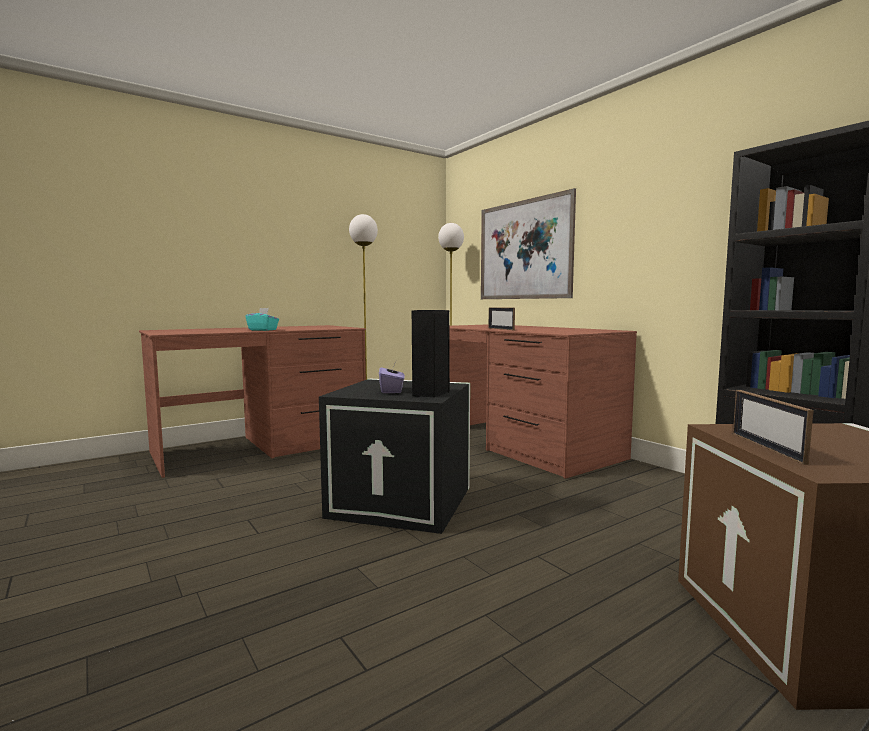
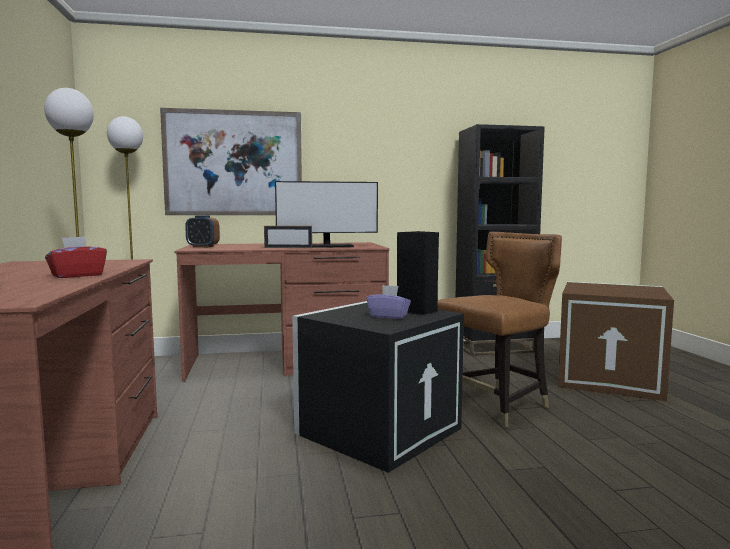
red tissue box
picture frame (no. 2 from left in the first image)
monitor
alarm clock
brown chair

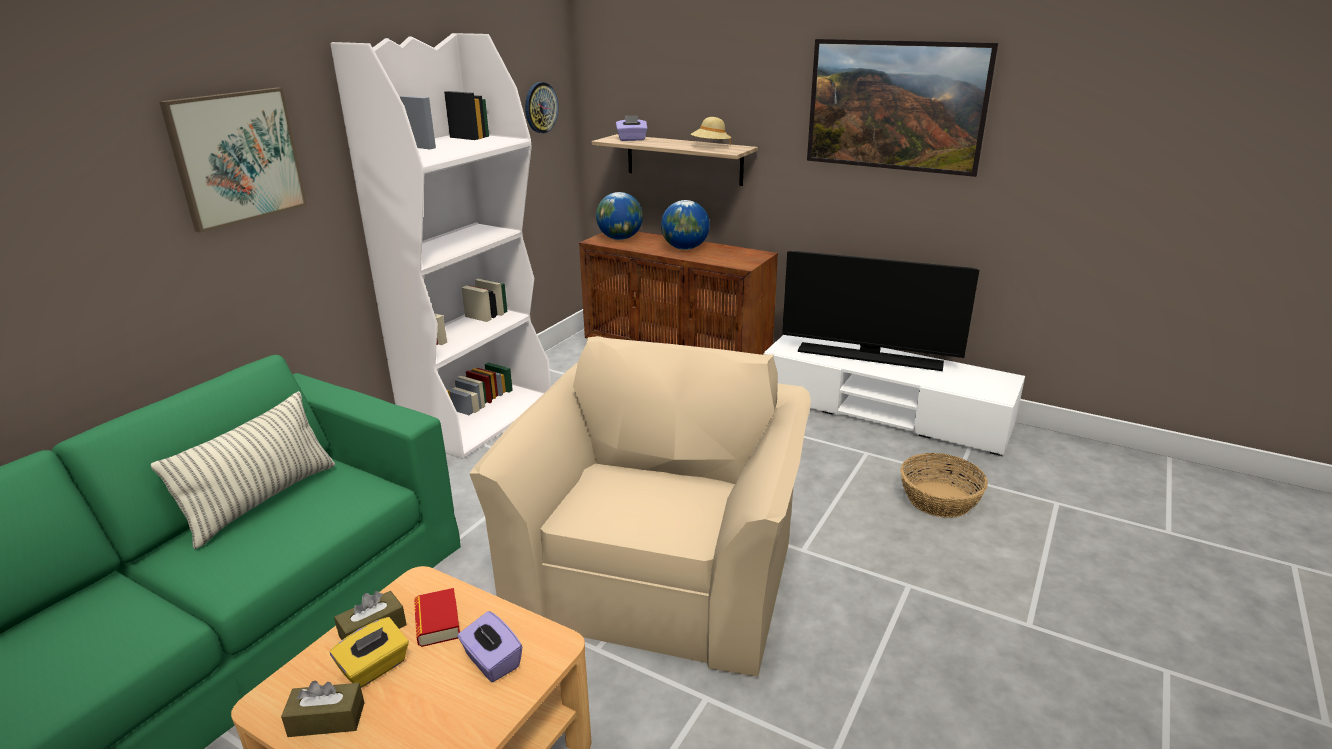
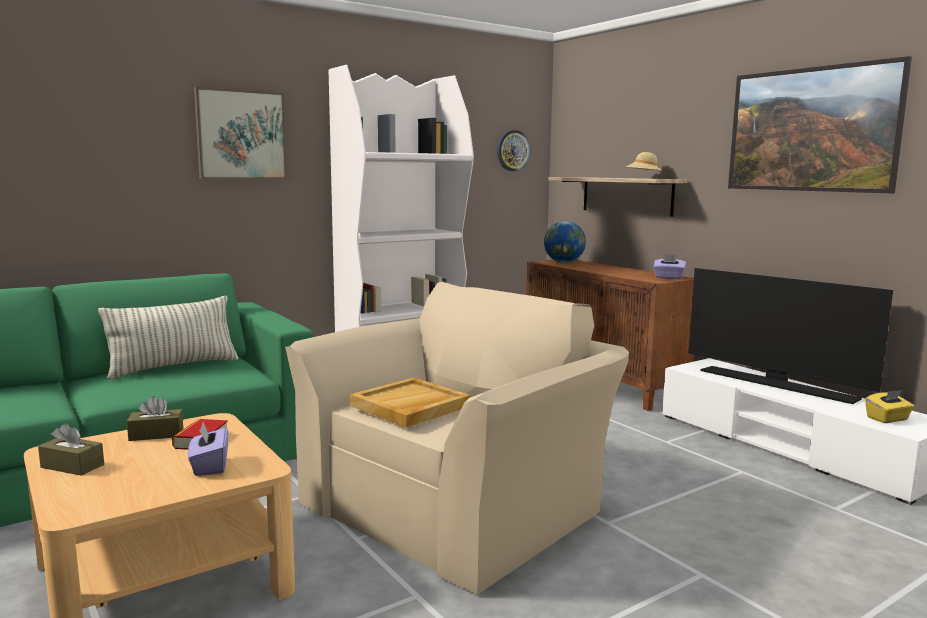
purple tissue box (no. 2 from left)
globe (no. 2 from left in the first image)
basket
yellow tissue box
beige tray

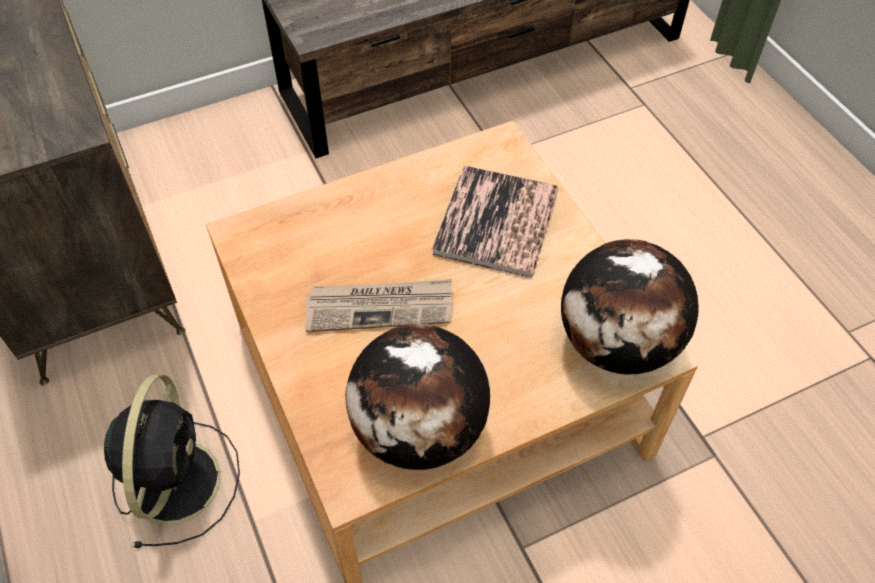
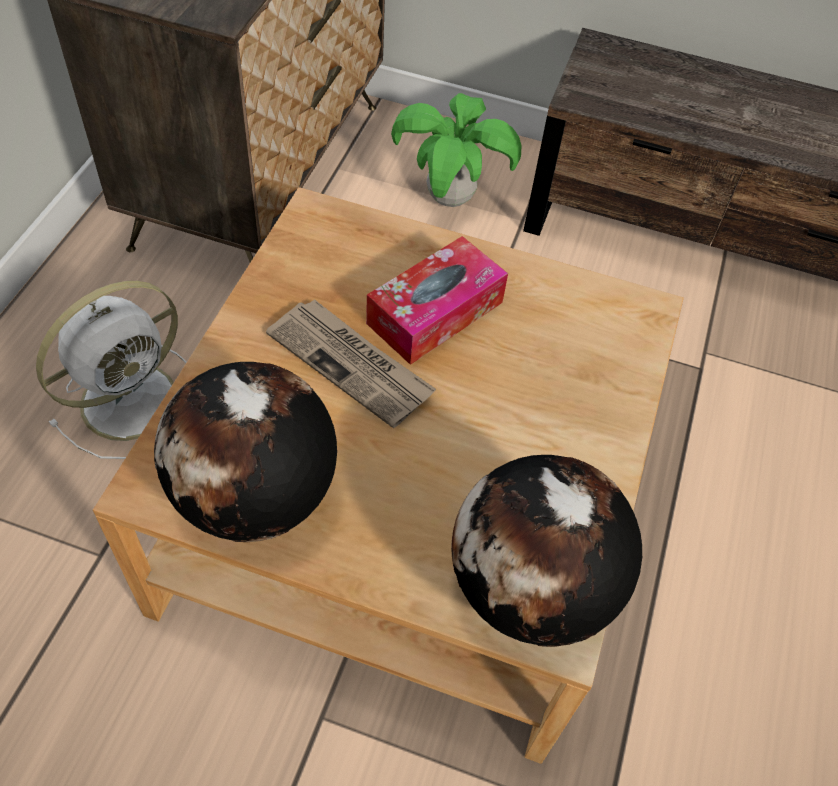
book
white fan
potted plant
tissue box

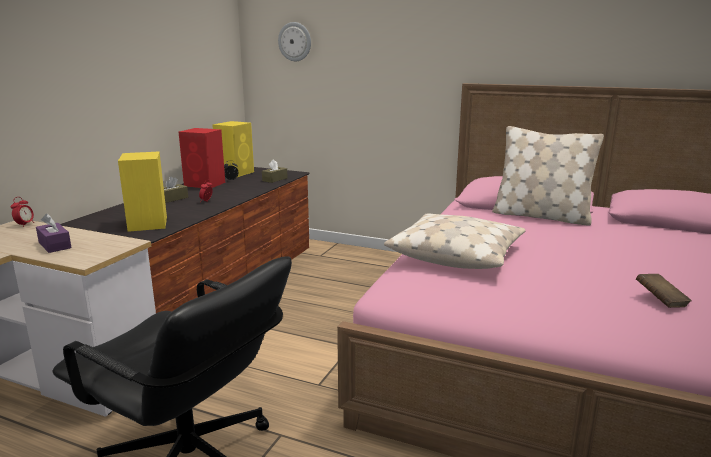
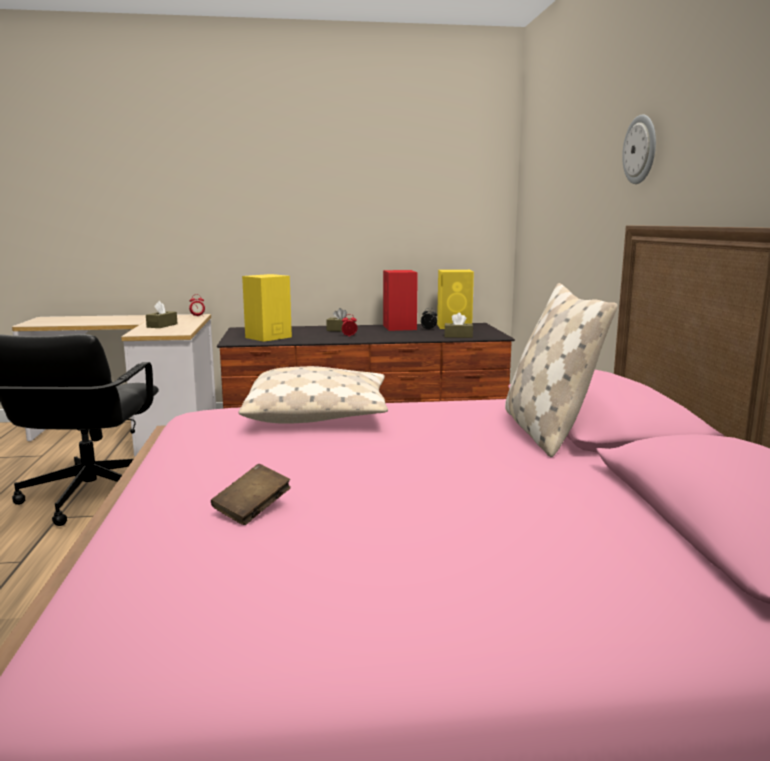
wall clock
brown tissue box (no. 1 from left)

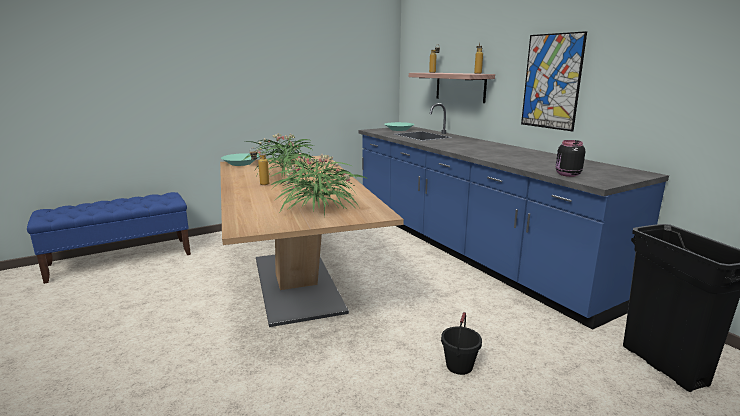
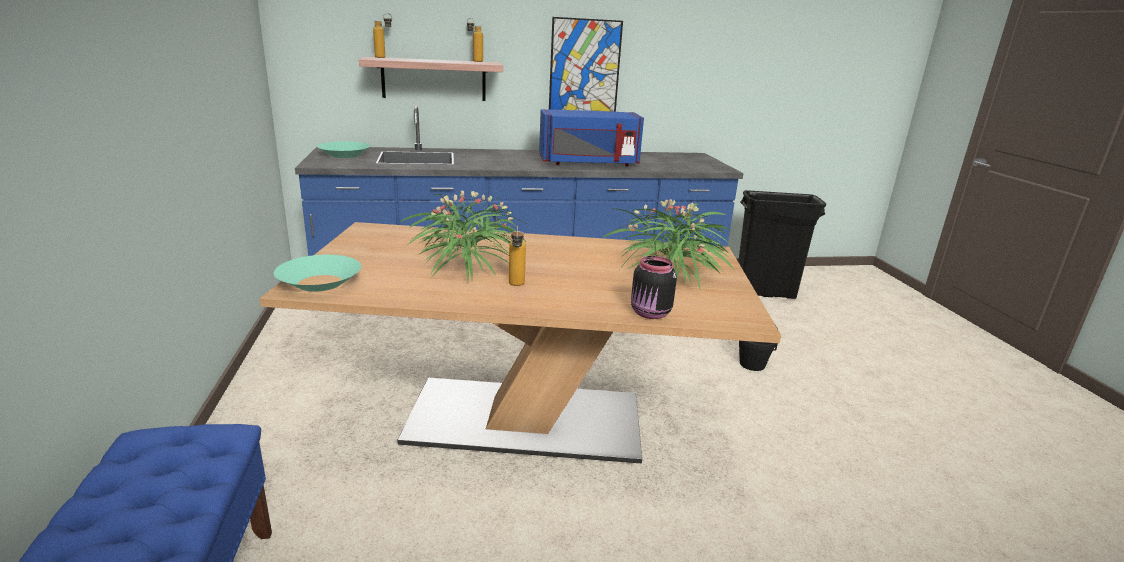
black jar
blue microwave

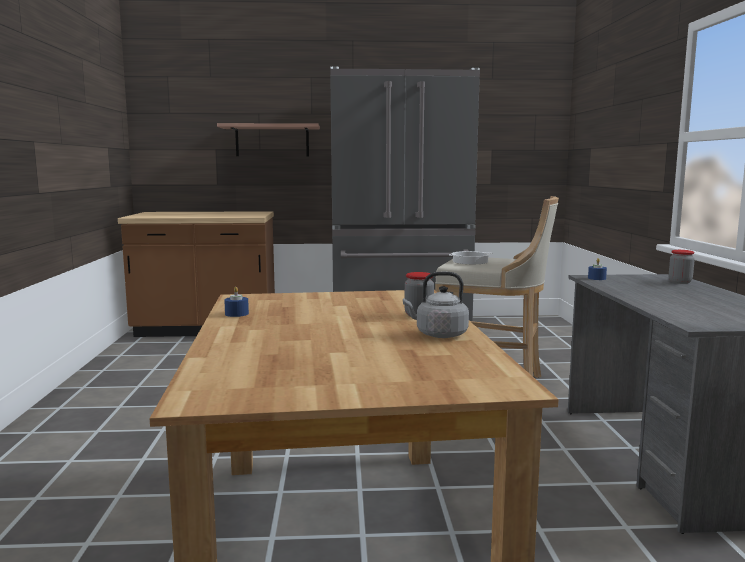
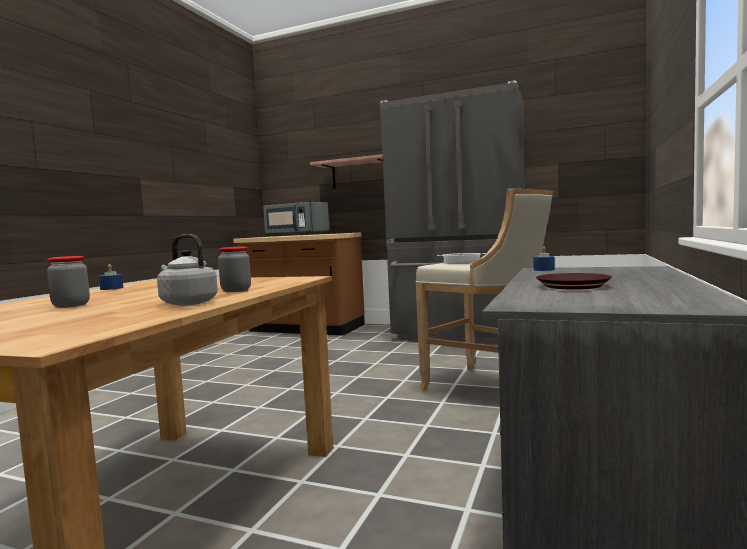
jar (no. 1 from left)
grey microwave
brown plate

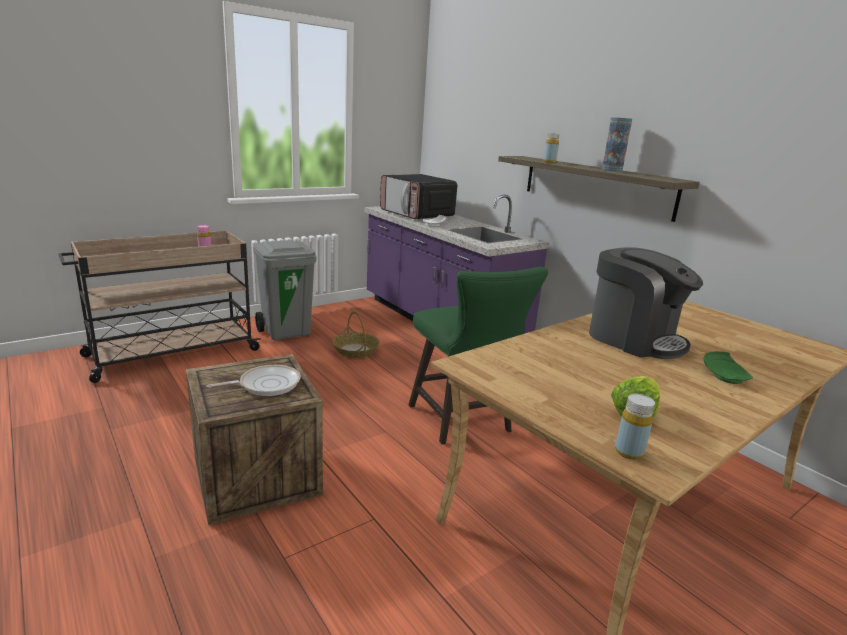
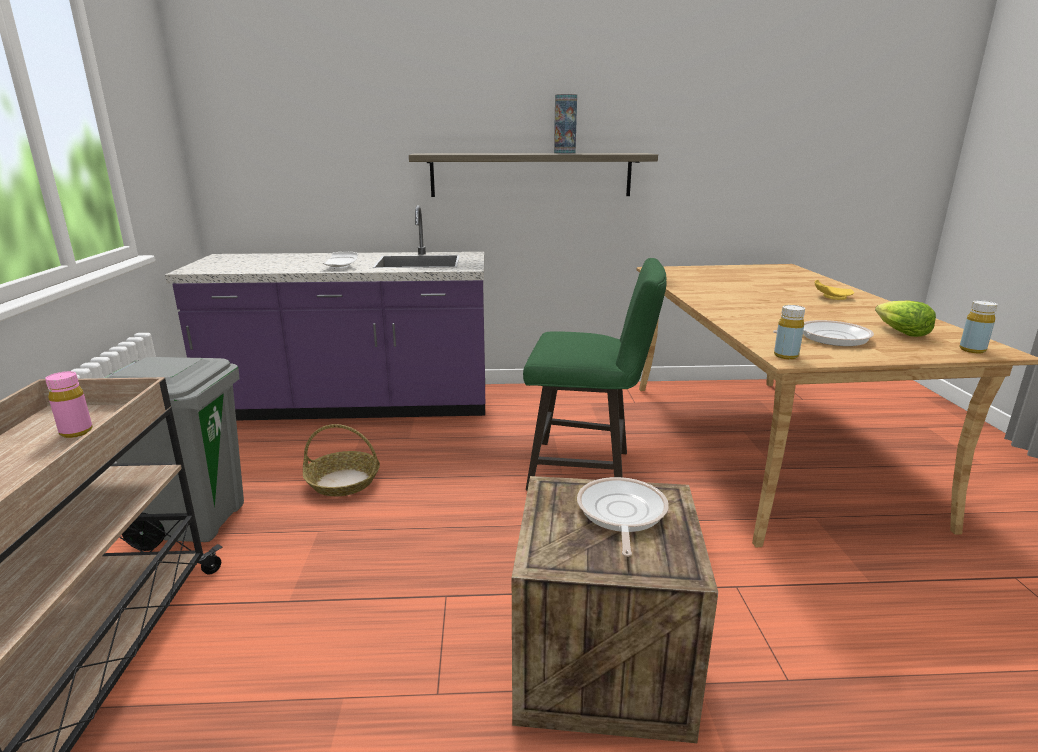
yellow bottle (no. 1 from left)
microwave
coffee machine
yellow plate
frying pan (no. 2 from left)

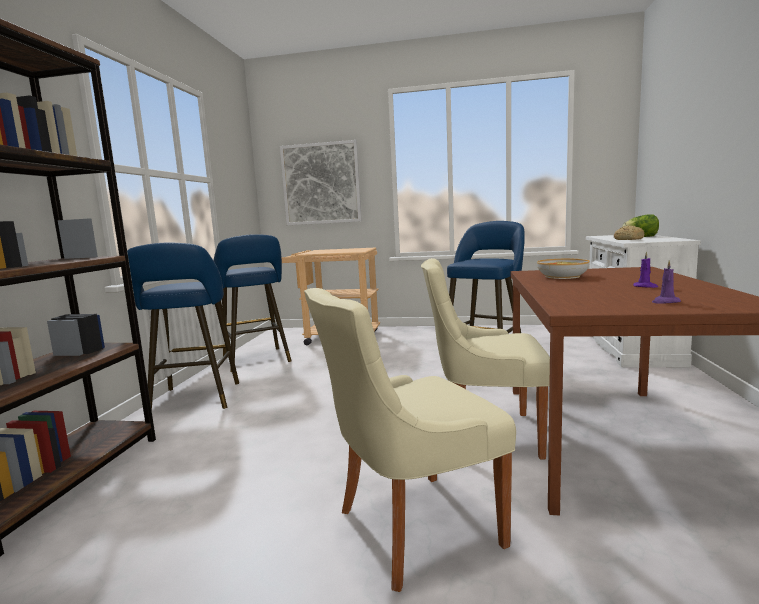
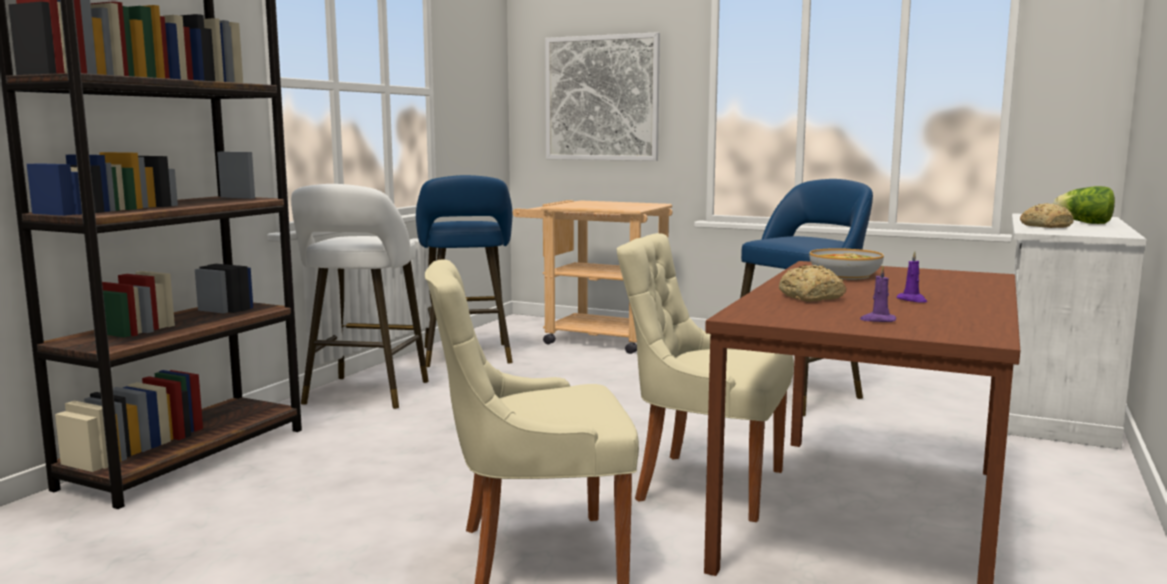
white stool
bread (no. 1 from left)

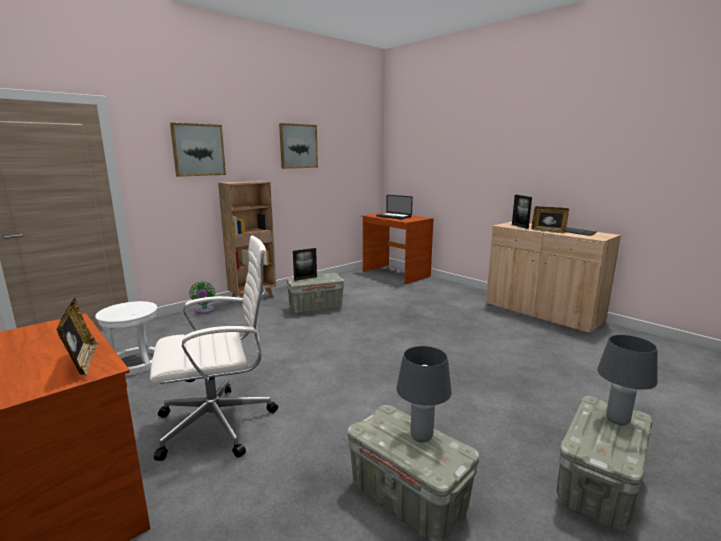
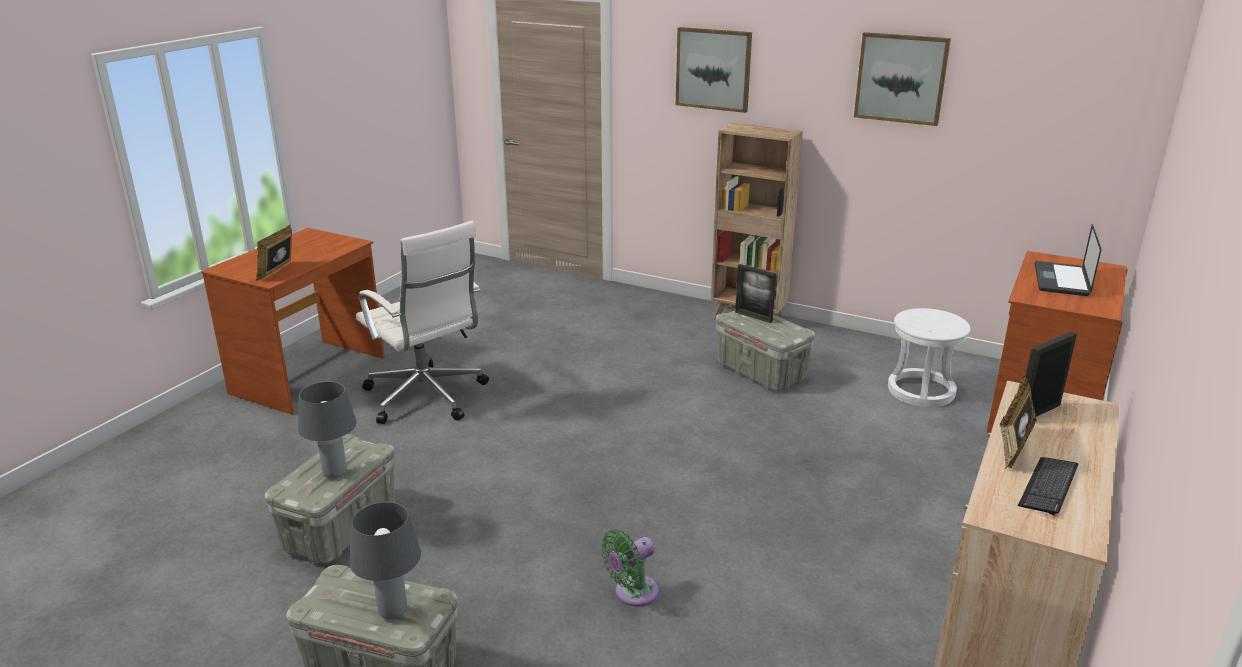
green fan
picture frame (no. 1 from left)
white stool

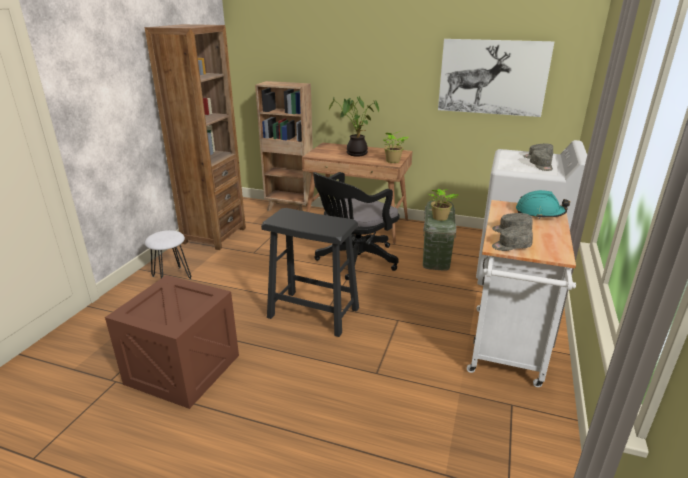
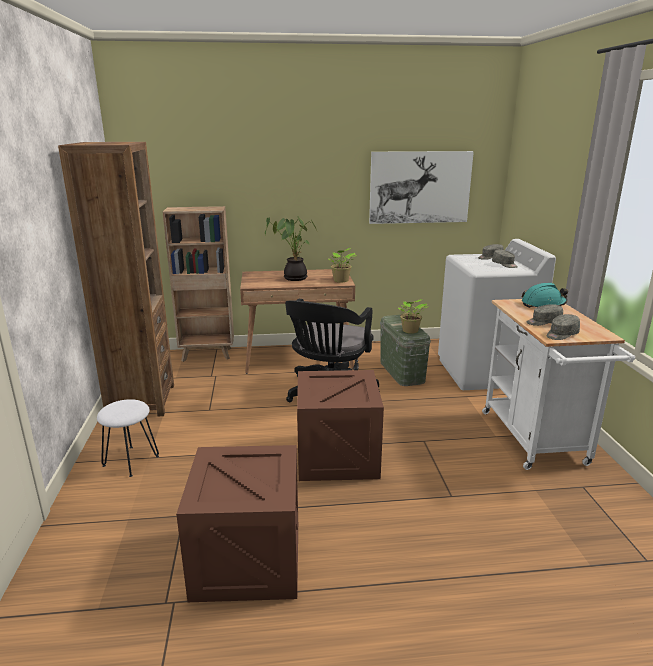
crate (no. 2 from left)

